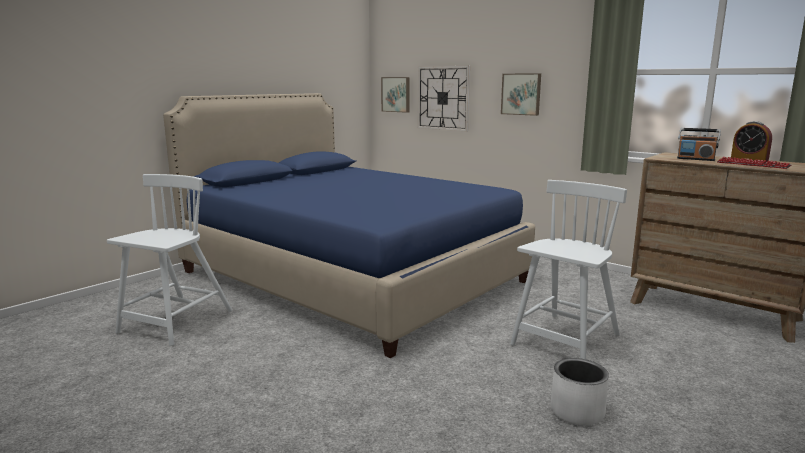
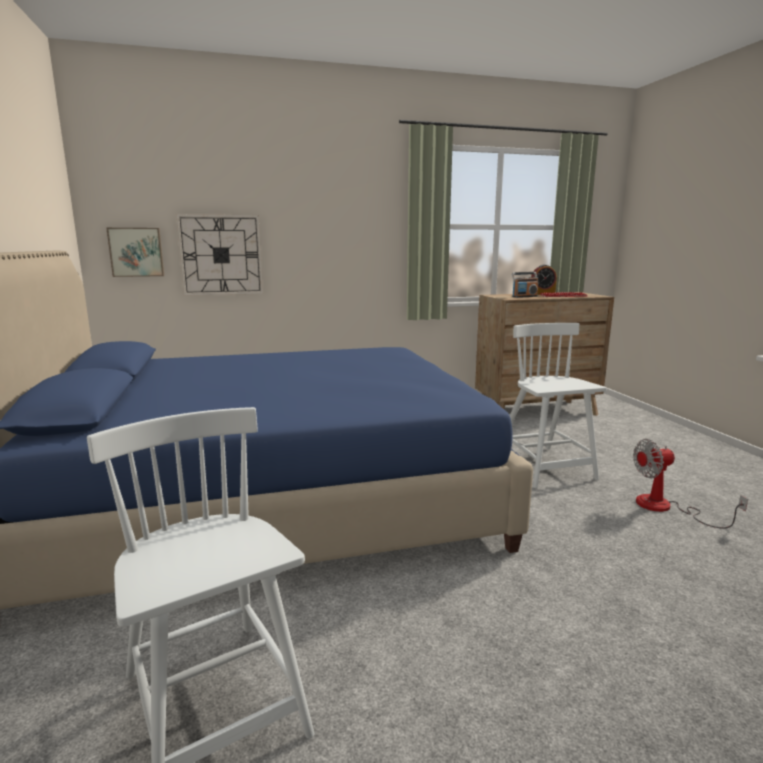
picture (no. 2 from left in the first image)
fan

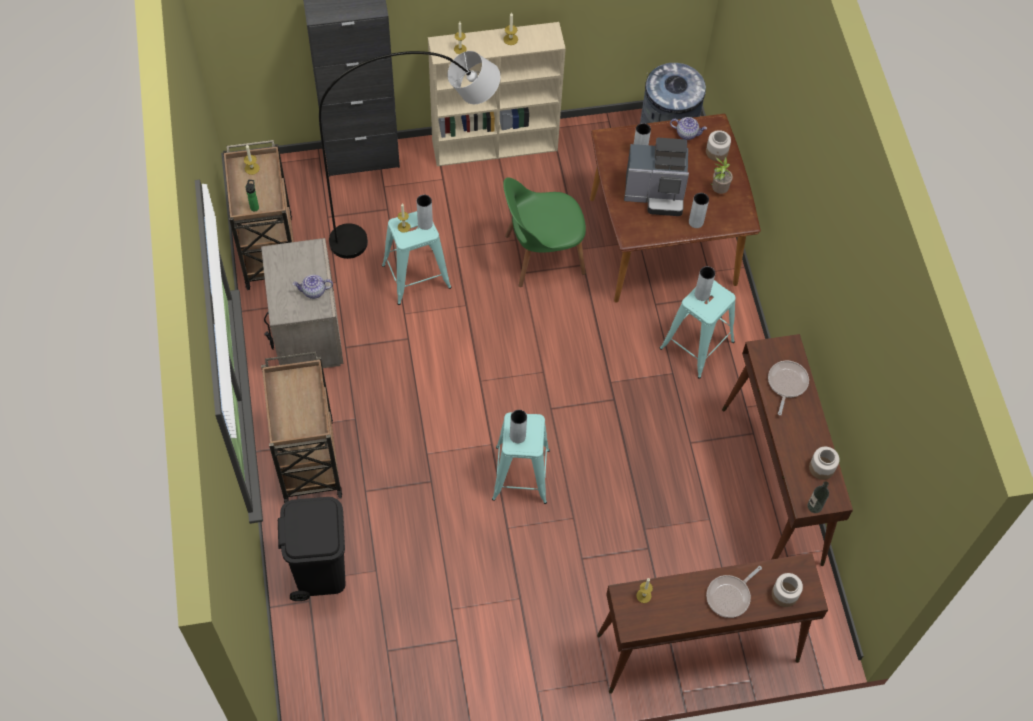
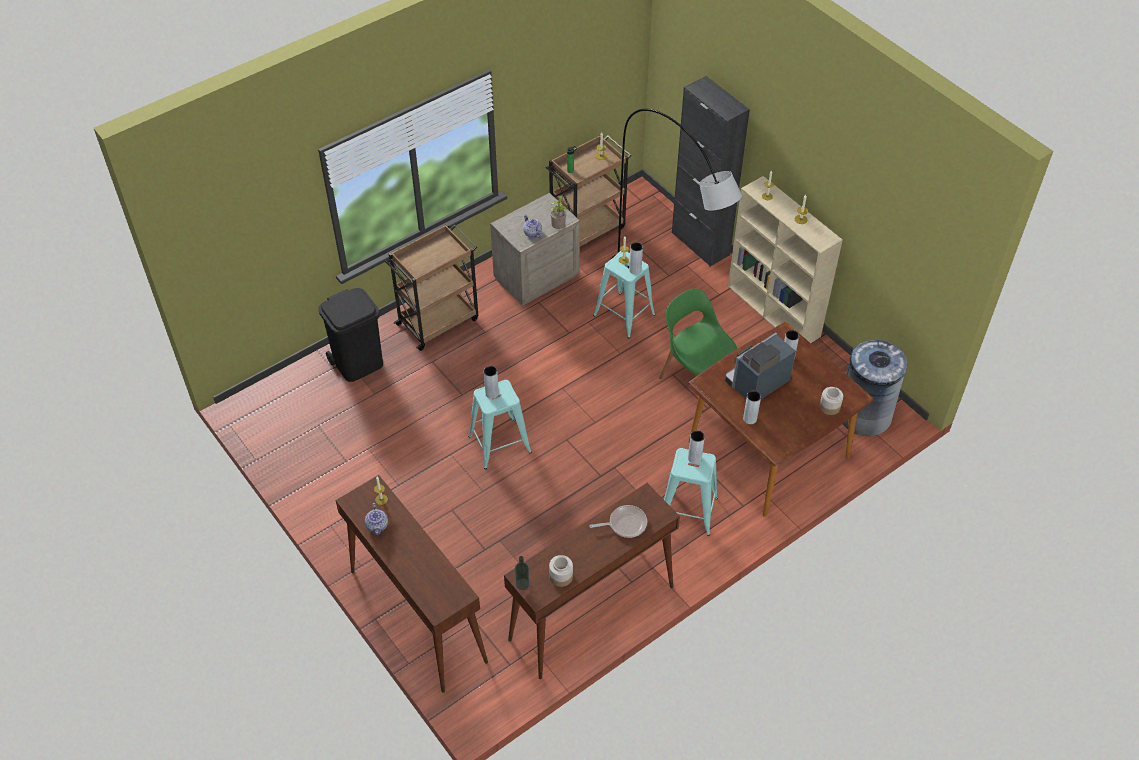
teapot (no. 1 from left)
coffee machine
potted plant
frying pan (no. 1 from left in the first image)
jar (no. 2 from left in the first image)

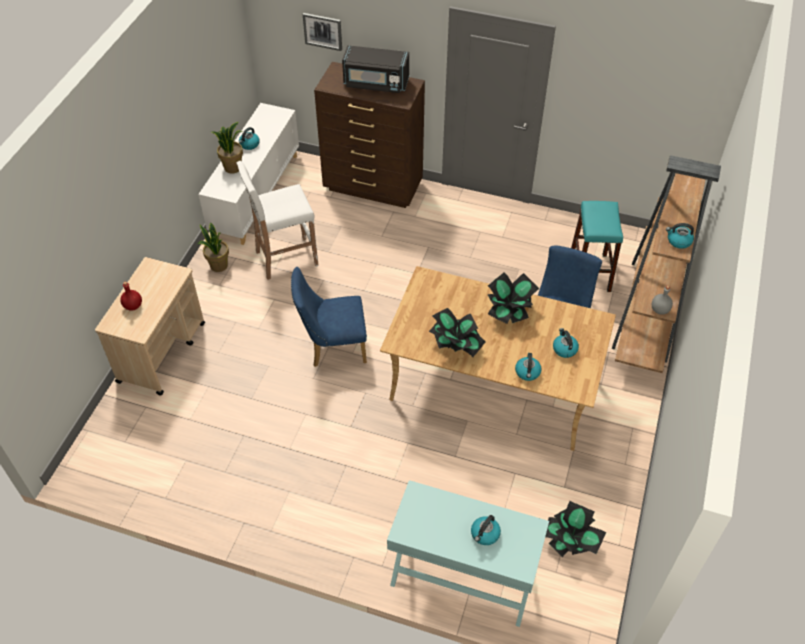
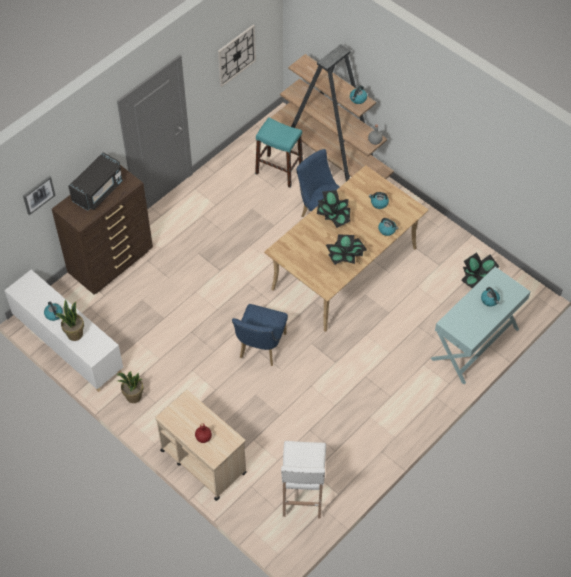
white stool
wall clock

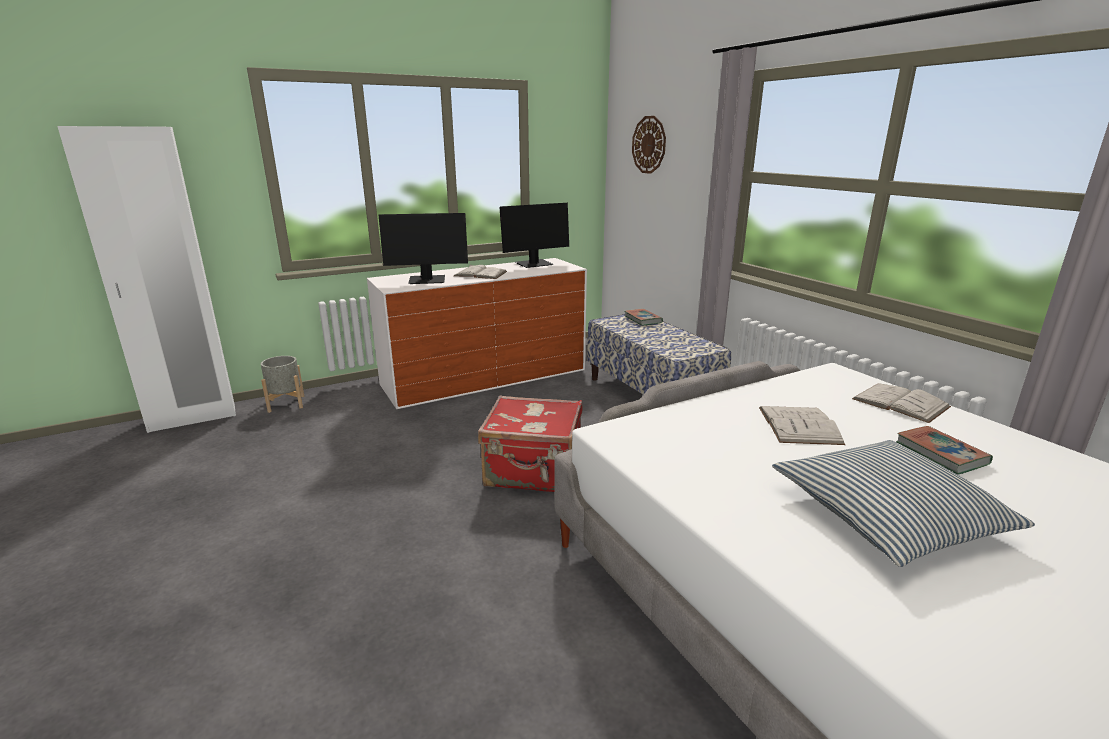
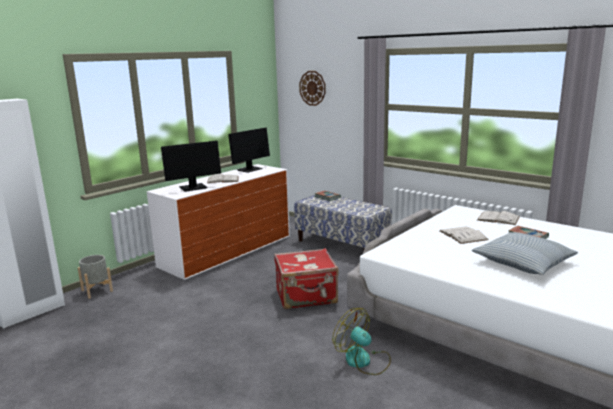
fan

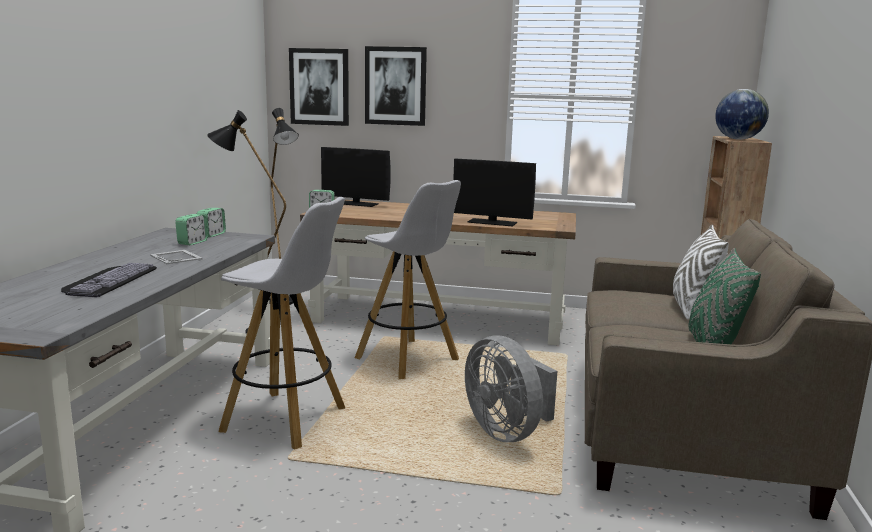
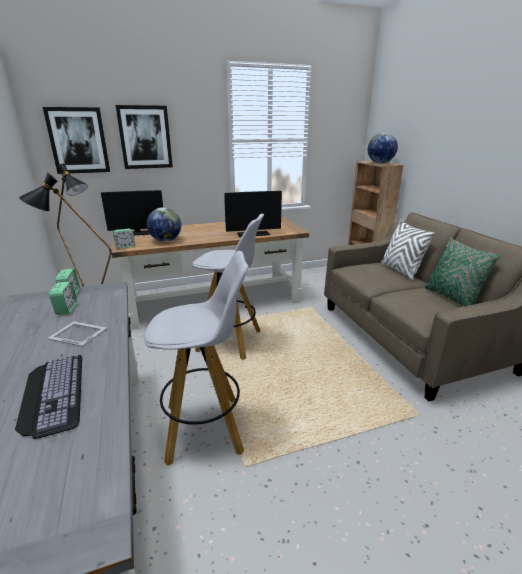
grey fan
globe (no. 1 from left)

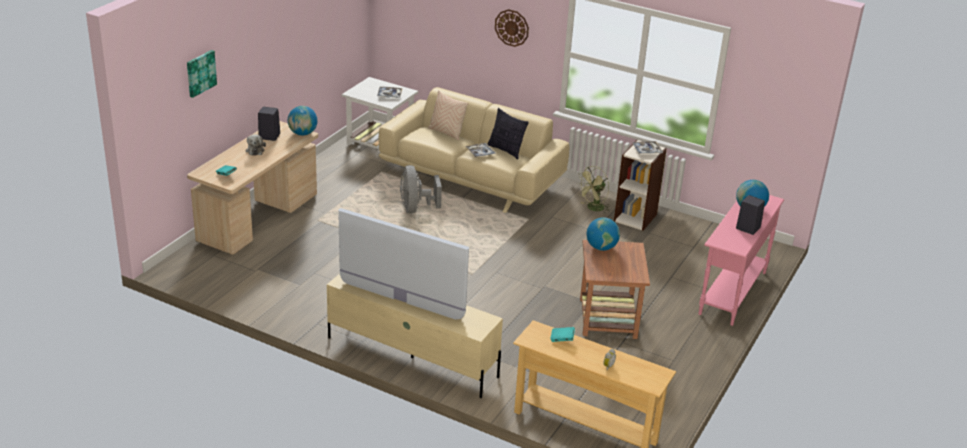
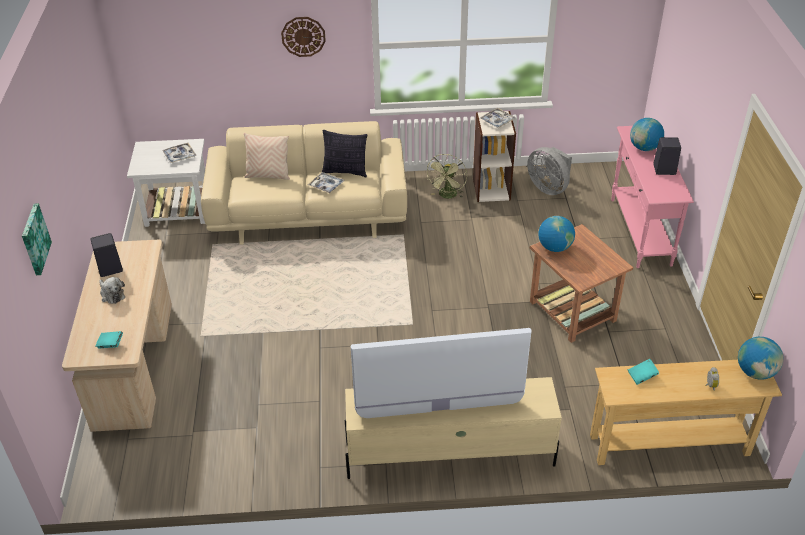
globe (no. 3 from left)
grey fan

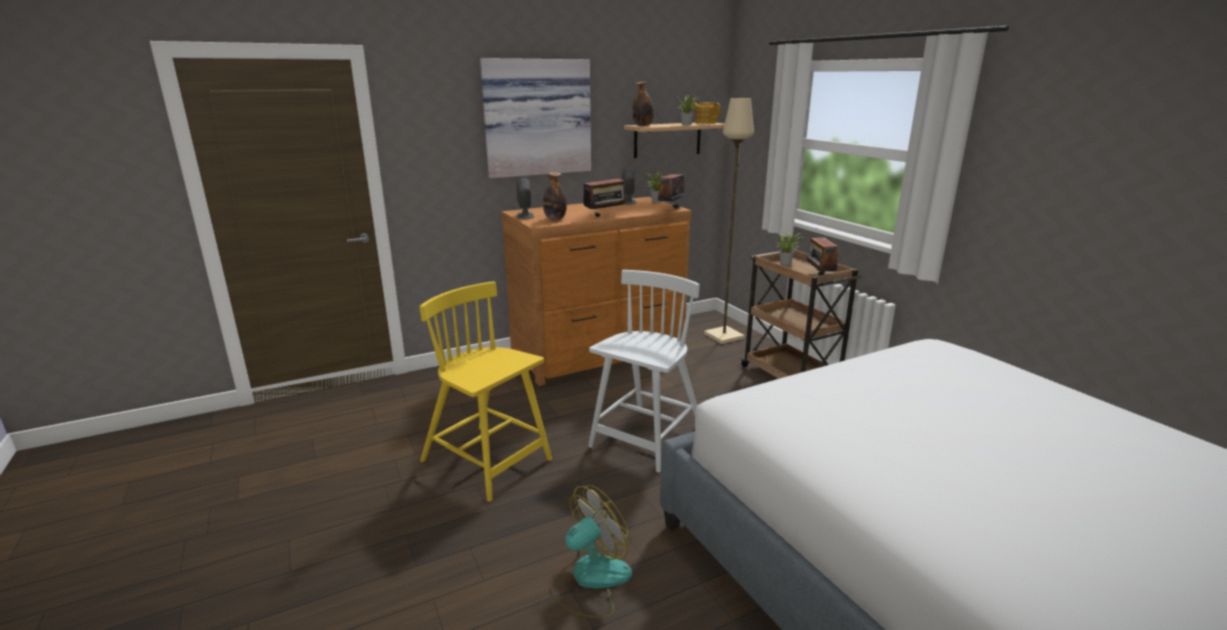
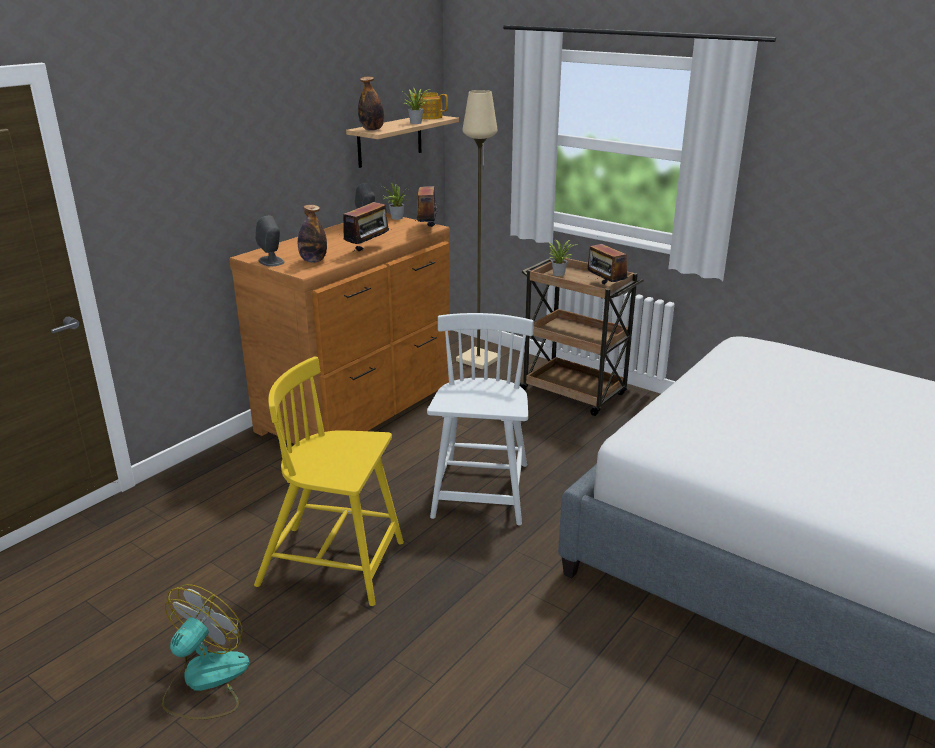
picture
fan

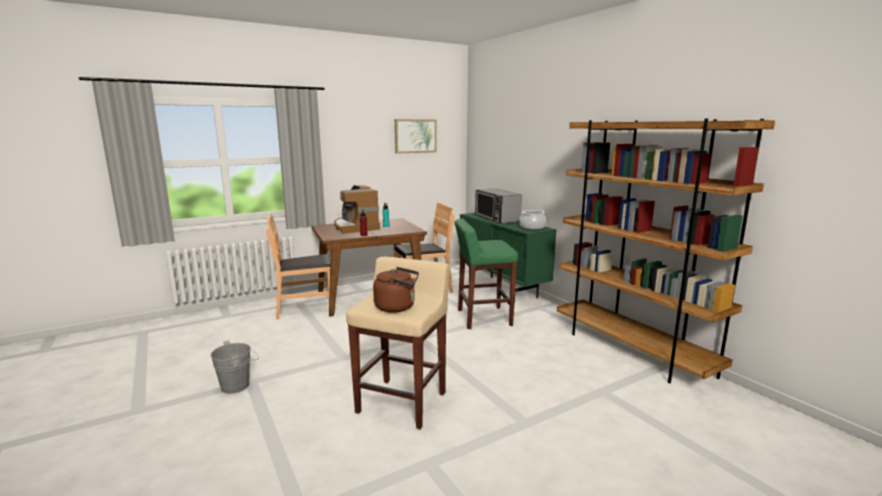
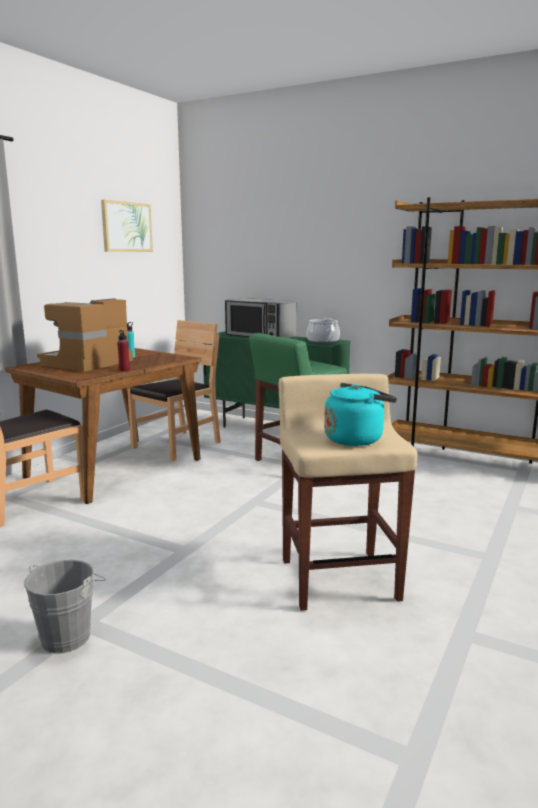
coffee machine
turquoise kettle

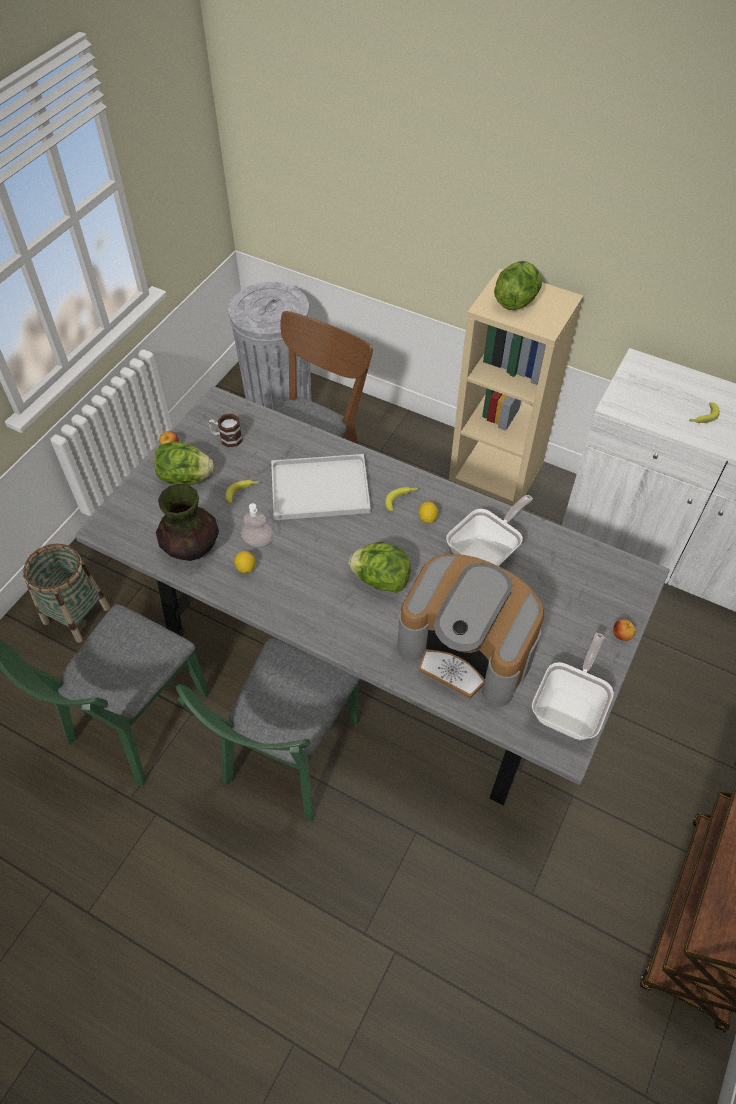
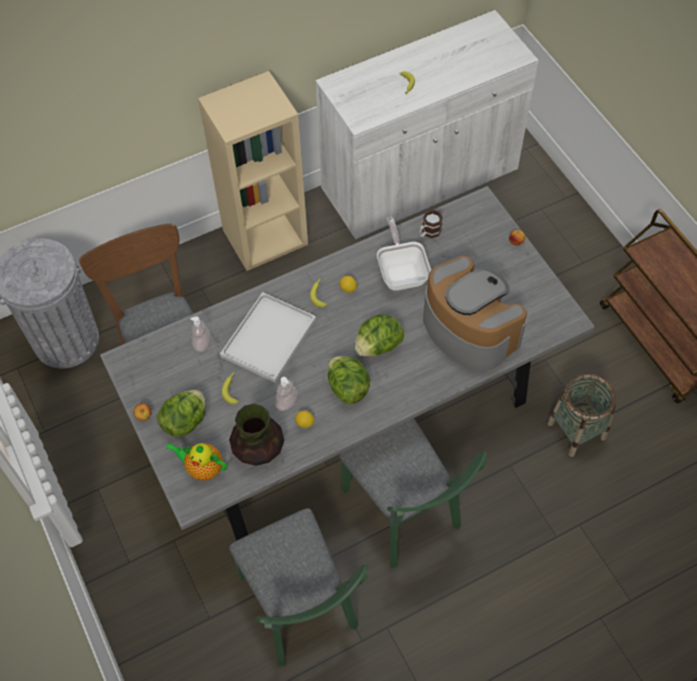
lettuce (no. 2 from left)
mug
basket
coffee machine
frying pan (no. 2 from left in the first image)
soap dispenser (no. 1 from left)
teapot

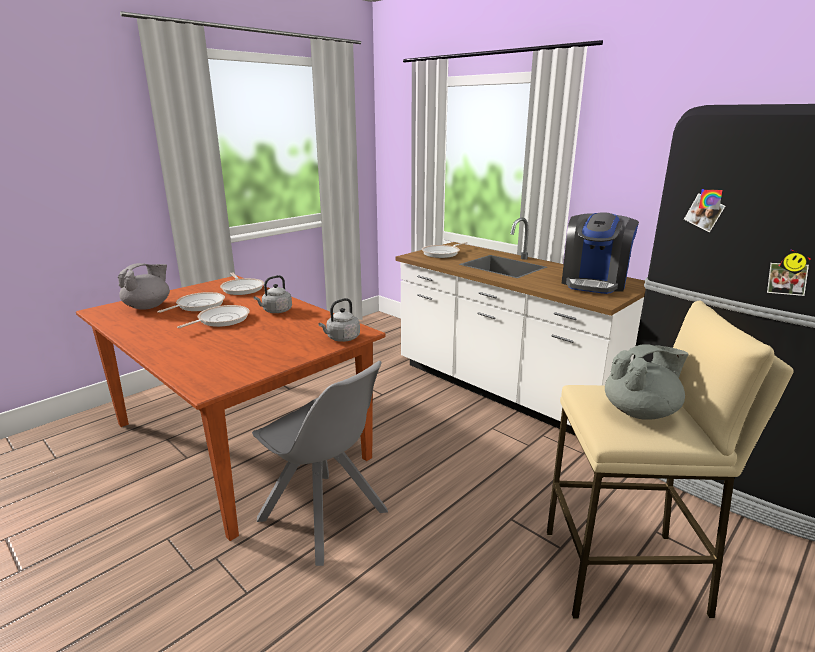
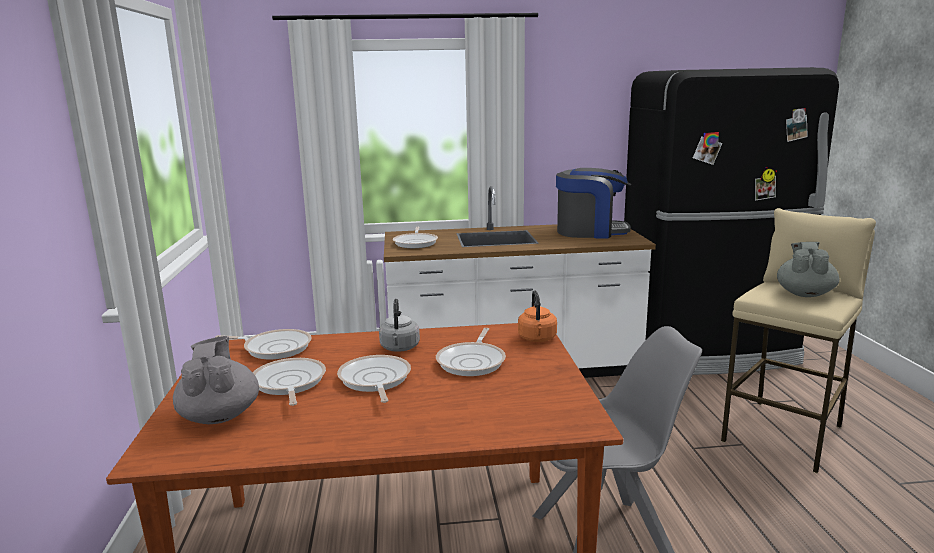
coffee machine
orange kettle
frying pan (no. 5 from left)

